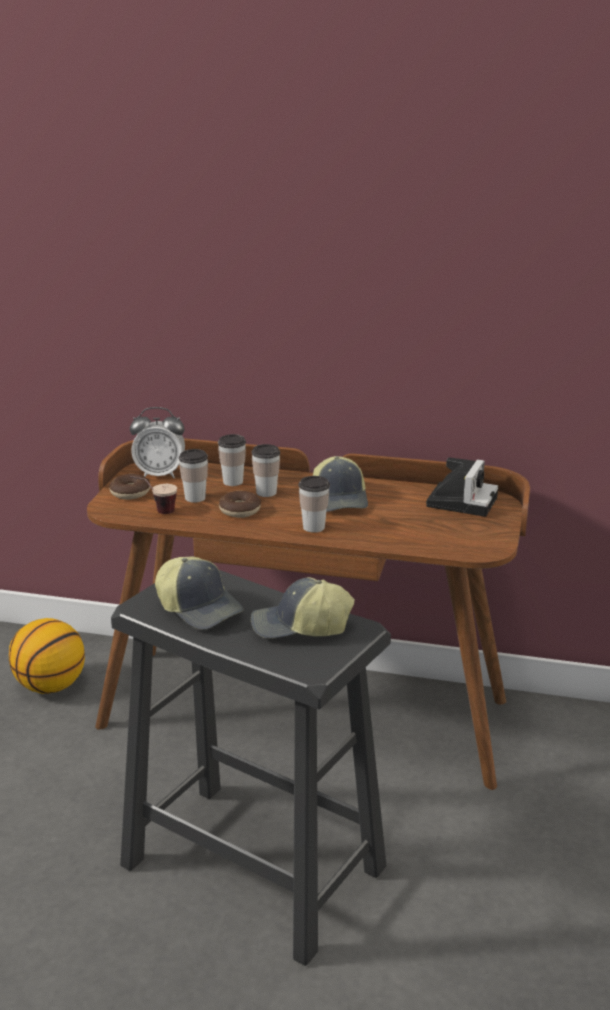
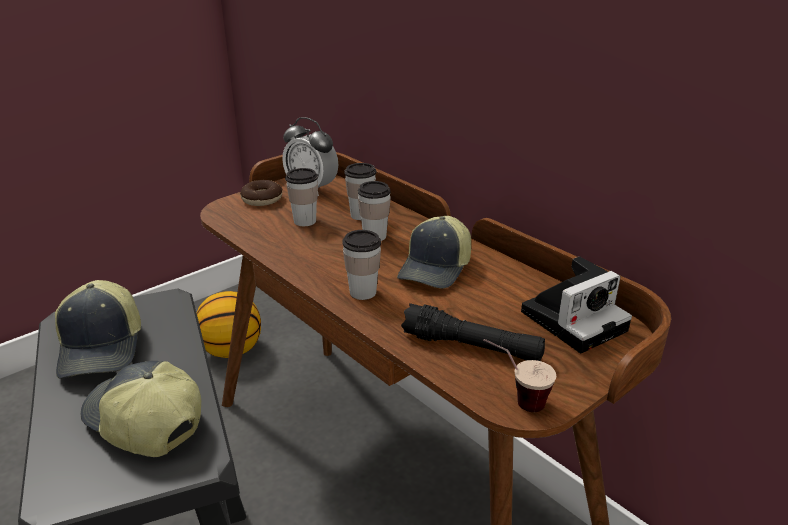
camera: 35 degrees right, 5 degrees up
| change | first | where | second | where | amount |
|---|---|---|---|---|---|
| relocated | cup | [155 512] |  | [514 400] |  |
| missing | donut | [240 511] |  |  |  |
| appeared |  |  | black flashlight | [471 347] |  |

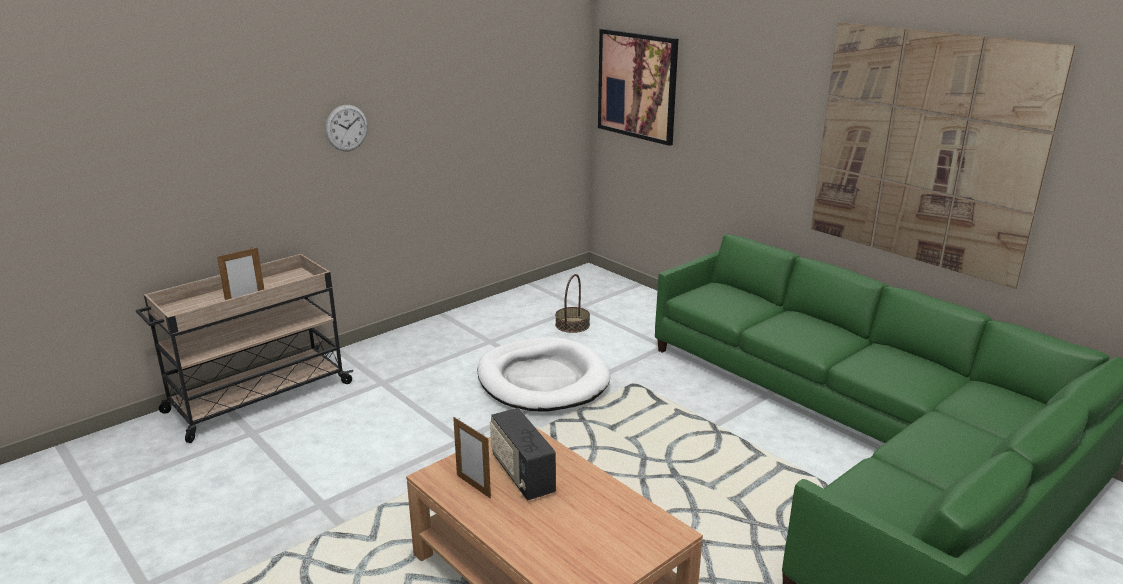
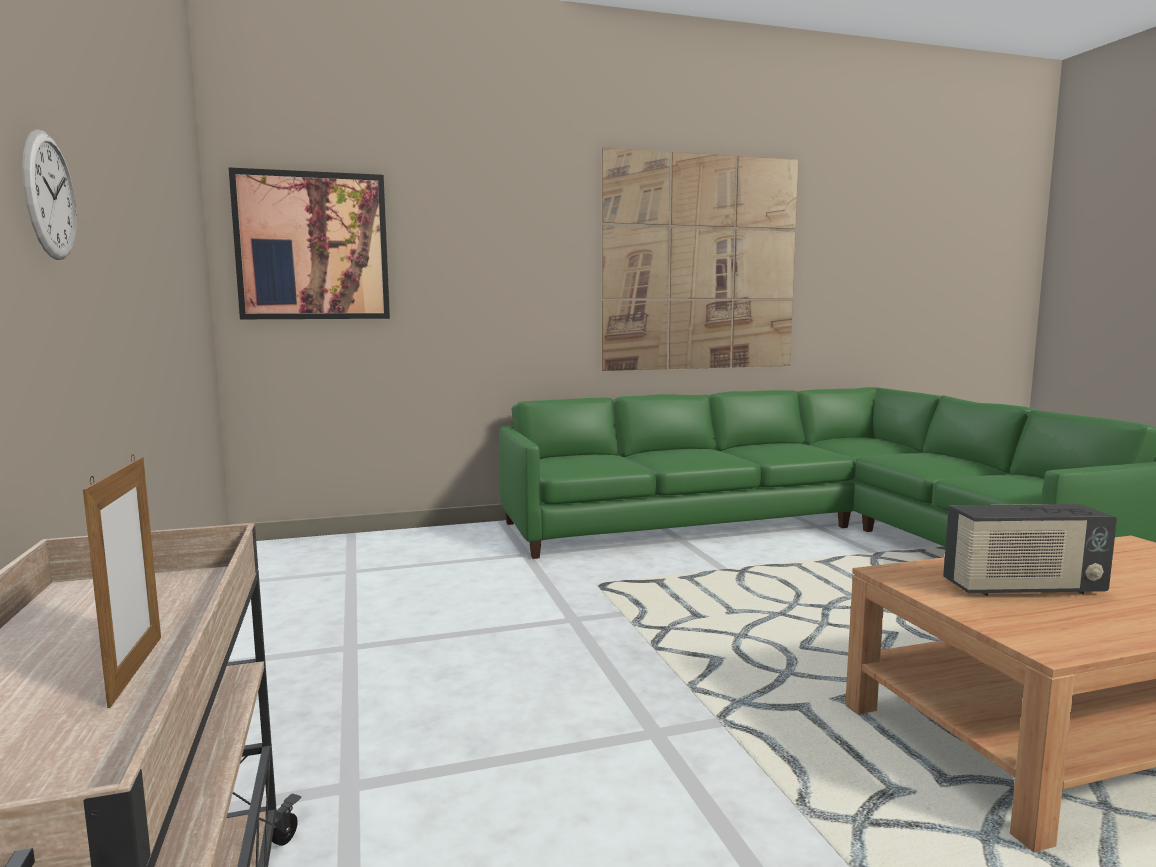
camera: 65 degrees left, 15 degrees down
| change | first | where | second | where | amount |
|---|---|---|---|---|---|
| missing | picture frame | [473 486] |  |  |  |
| missing | white dog bed | [542 380] |  |  |  |
| missing | basket | [572 325] |  |  |  |

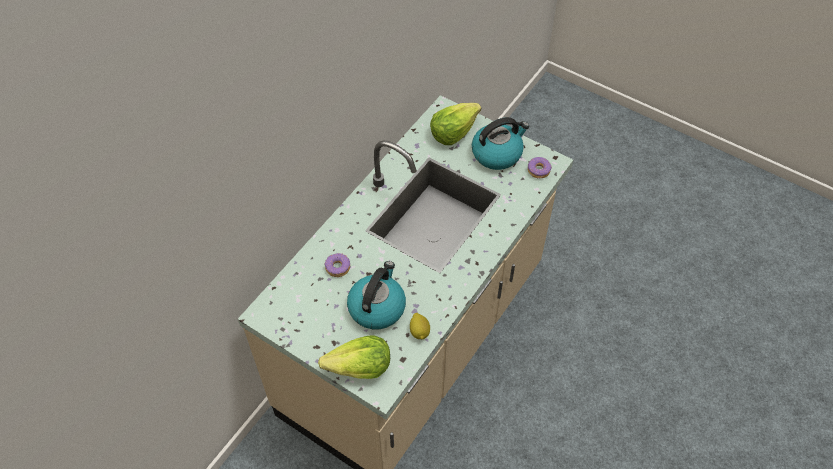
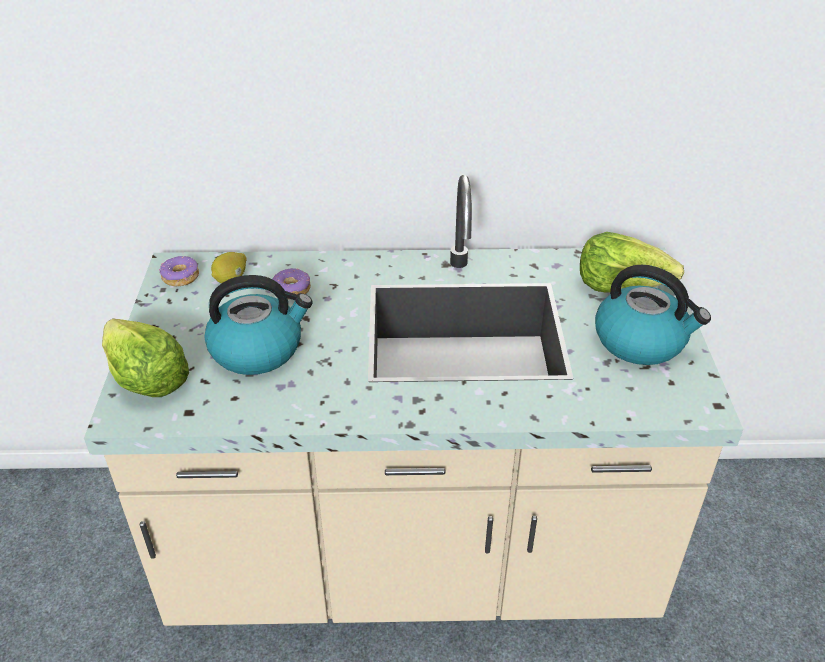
camera: 55 degrees right, 15 degrees down
| change | first | where | second | where | amount |
|---|---|---|---|---|---|
| relocated | lemon | [419 331] |  | [231 279] |  |
| relocated | donut | [539 170] |  | [180 277] |  |

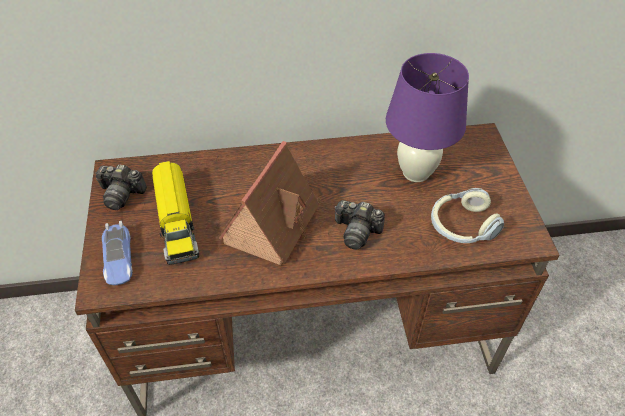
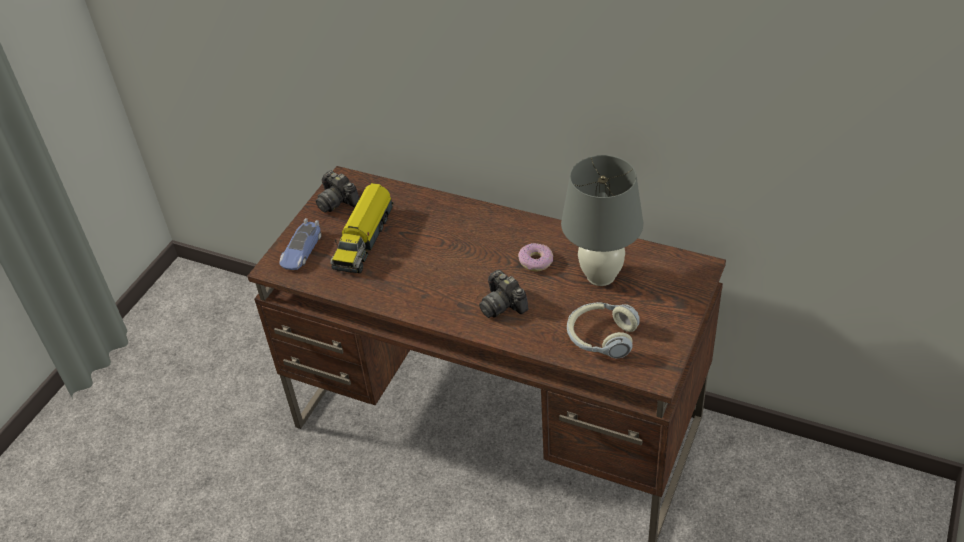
camera: 35 degrees right, 5 degrees down
| change | first | where | second | where | amount |
|---|---|---|---|---|---|
| missing | toy house | [272 222] |  |  |  |
| colour | purple table lamp | [416 172] | grey table lamp | [601 276] |  |
| appeared |  |  | donut | [536 261] |  |

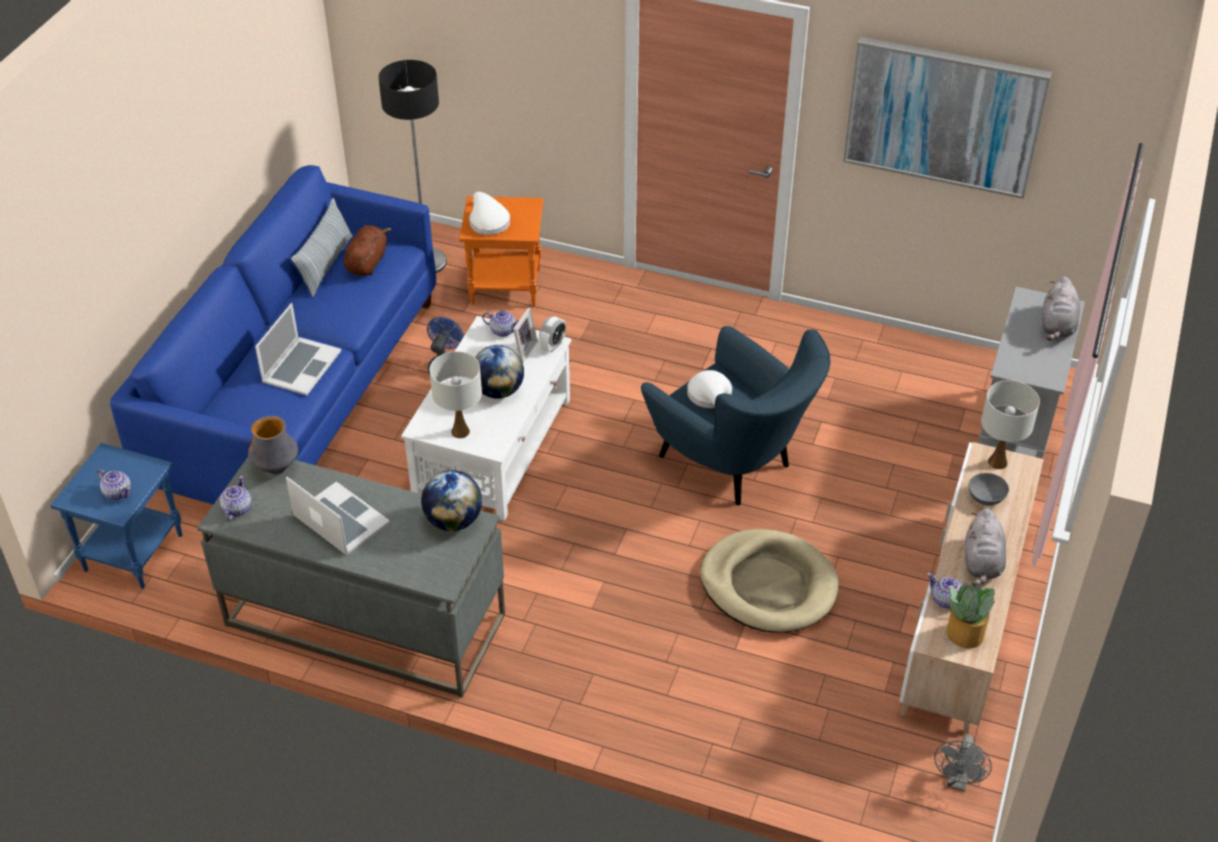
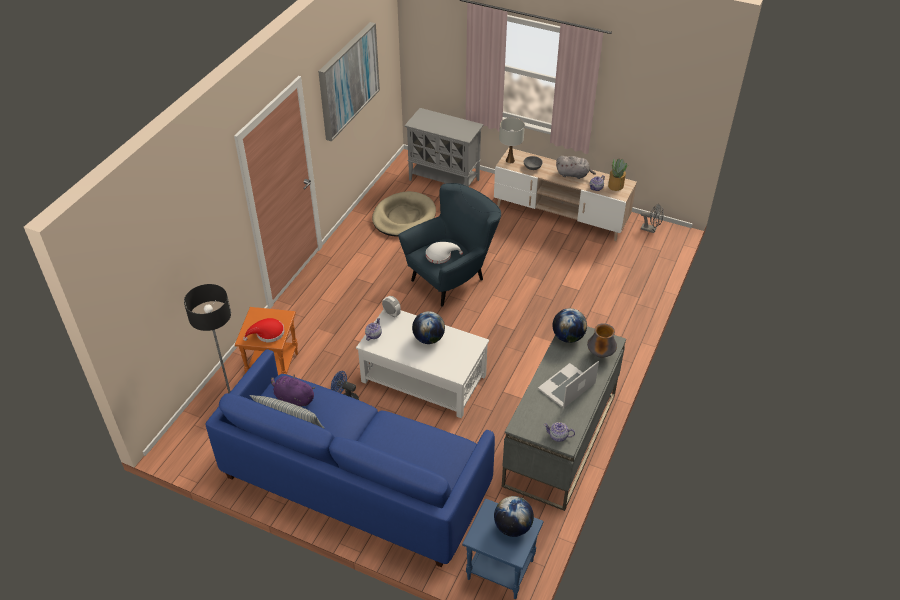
camera: 85 degrees left, 0 degrees up
| change | first | where | second | where | amount |
|---|---|---|---|---|---|
| exchanged | teapot | [117 492] | globe | [512 527] |  |
| relocated | vase | [276 468] |  | [600 354] |  |
| missing | laptop | [301 366] |  |  |  |
| colour | brown plush toy | [367 262] | purple plush toy | [293 398] |  |
| missing | white table lamp | [460 432] |  |  |  |
| colour | white hat | [488 221] | red hat | [267 334] |  |
| missing | picture frame | [523 350] |  |  |  |
| relocated | beige dog bed | [768 585] |  | [404 217] |  |
| missing | grey plush toy | [1057 326] |  |  |  |

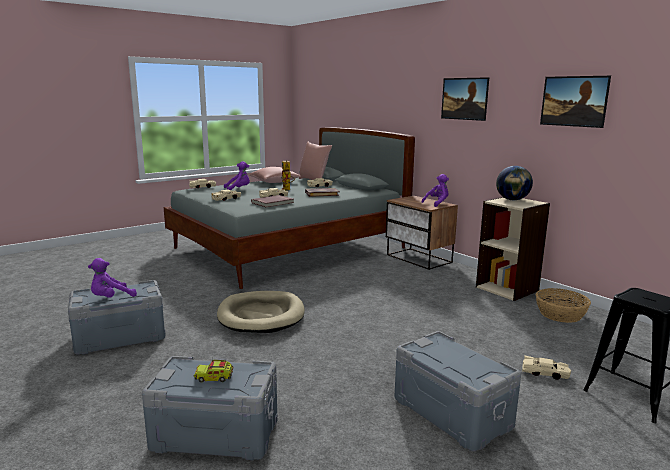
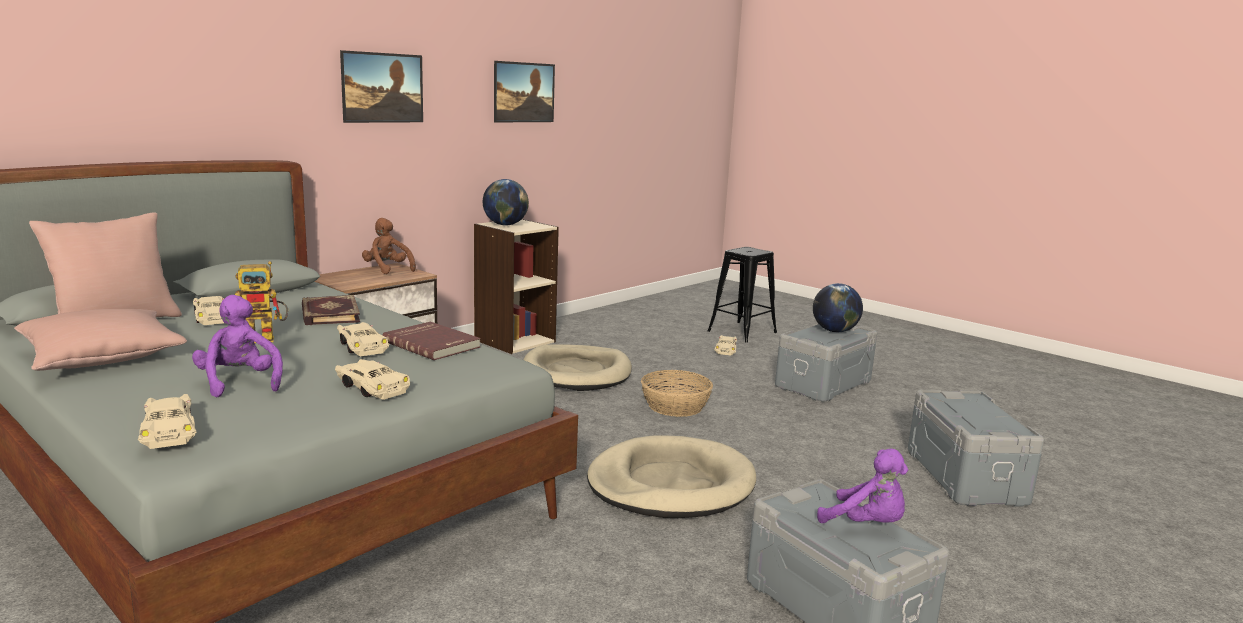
camera: 100 degrees left, 0 degrees up
| change | first | where | second | where | amount |
|---|---|---|---|---|---|
| missing | toy truck | [214 377] |  |  |  |
| colour | purple plush toy | [437 203] | brown plush toy | [387 269] |  |
| relocated | basket | [560 314] |  | [675 406] |  |
| appeared |  |  | beige dog bed | [576 373] |  |
| appeared |  |  | globe | [834 331] |  |

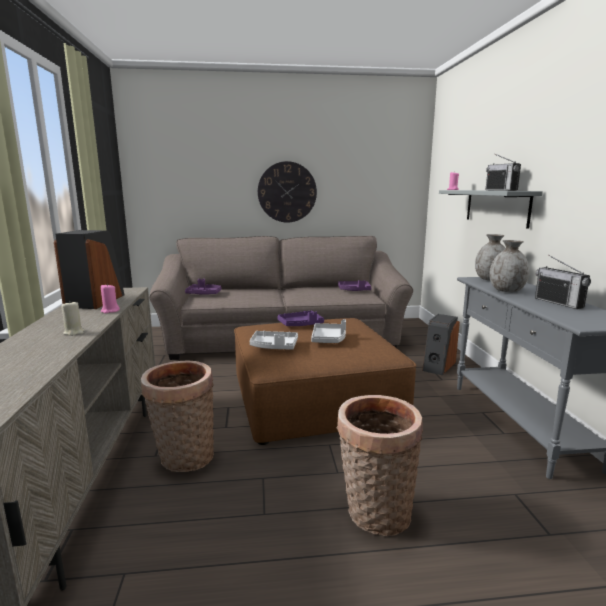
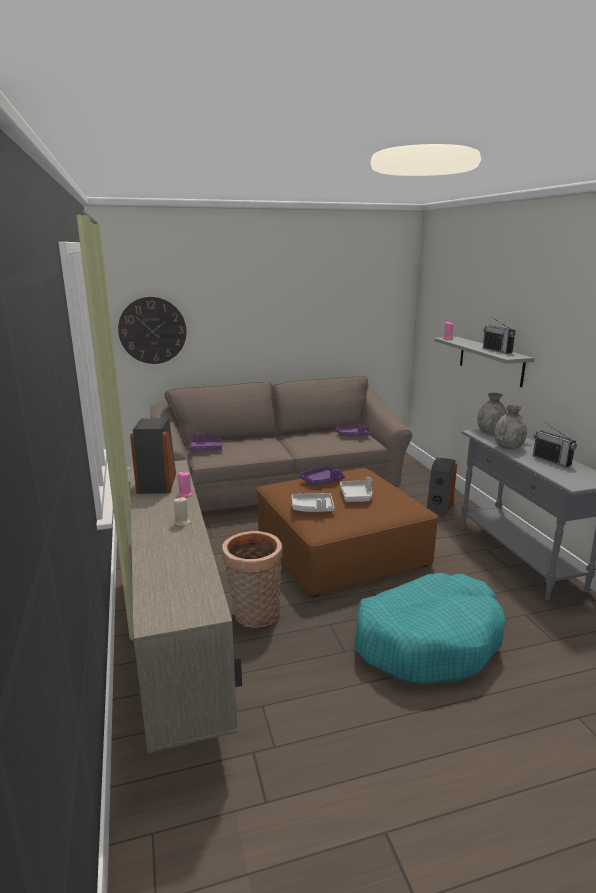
camera: 10 degrees left, 5 degrees up
| change | first | where | second | where | amount |
|---|---|---|---|---|---|
| relocated | wall clock | [287 192] |  | [152 330] |  |
| exchanged | basket | [374 513] | turquoise dog bed | [427 640] |  |

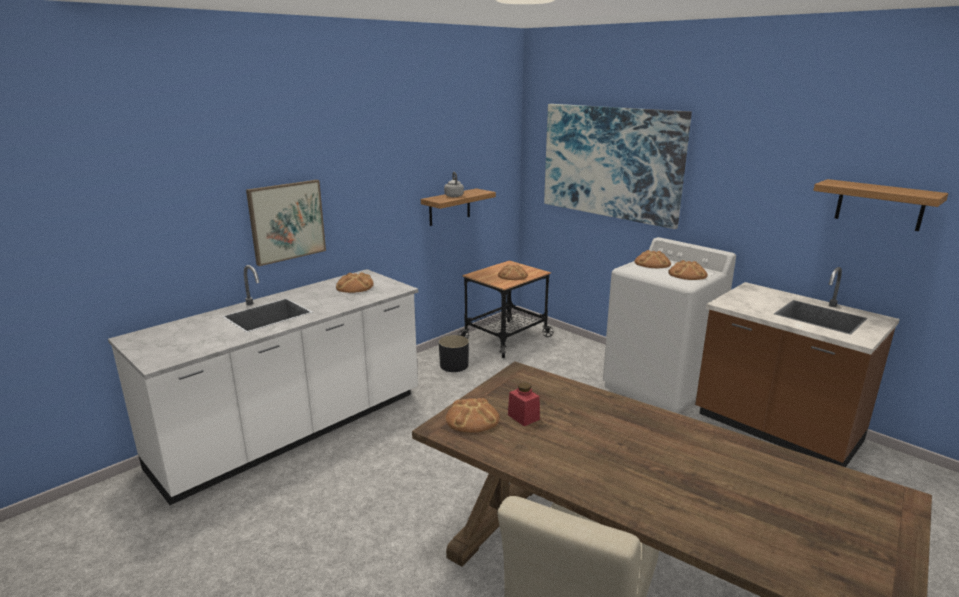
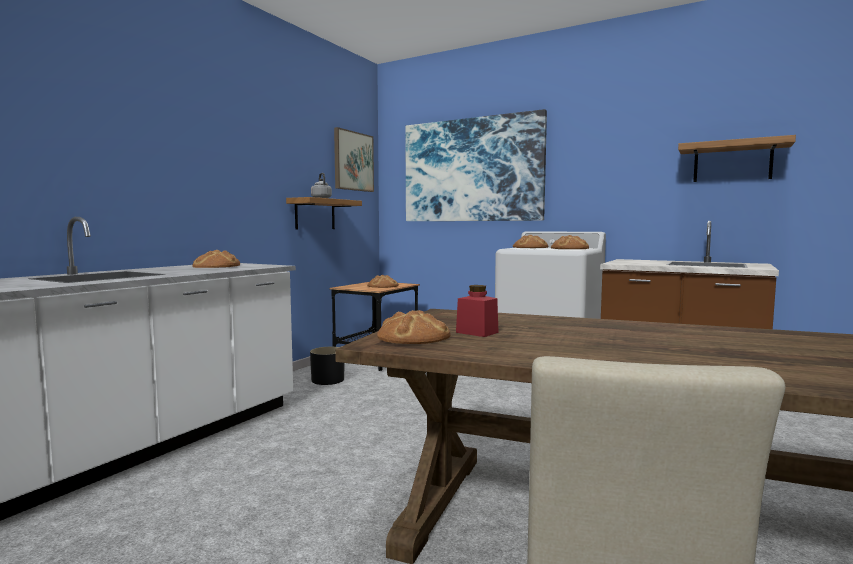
camera: 15 degrees left, 15 degrees down
| change | first | where | second | where | amount |
|---|---|---|---|---|---|
| relocated | picture | [287 221] |  | [353 161] |  |

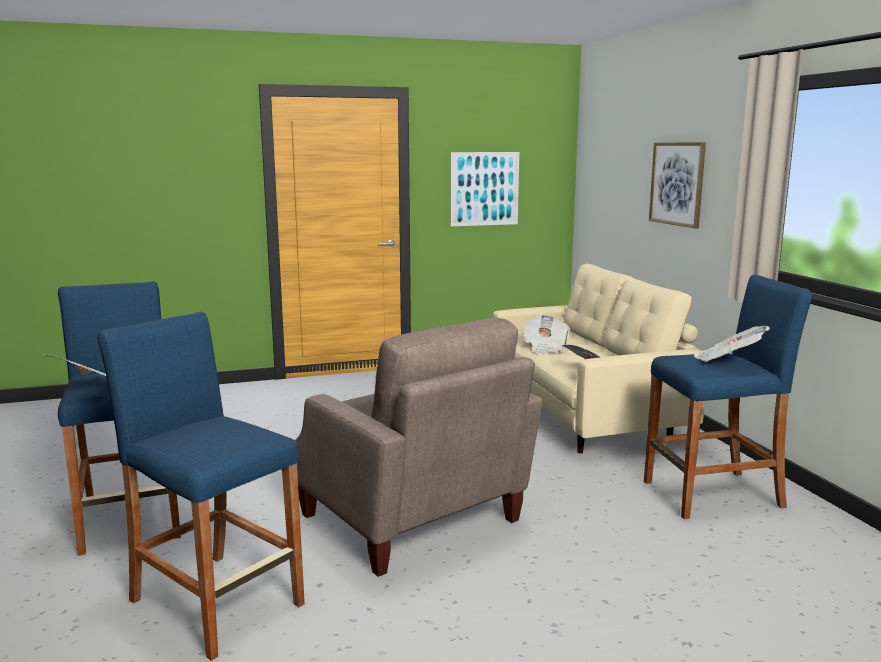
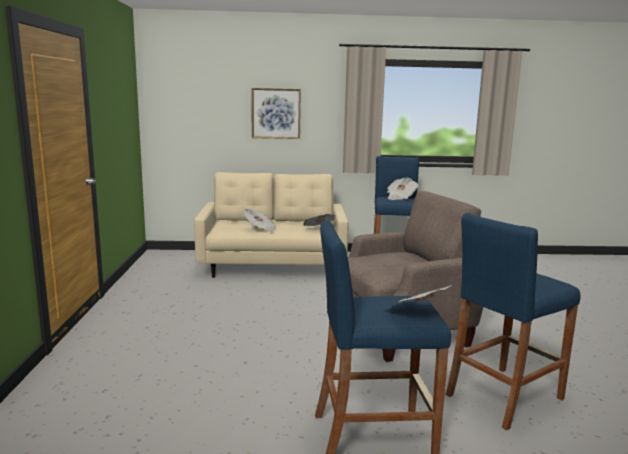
camera: 75 degrees left, 0 degrees up
| change | first | where | second | where | amount |
|---|---|---|---|---|---|
| missing | picture | [484 189] |  |  |  |

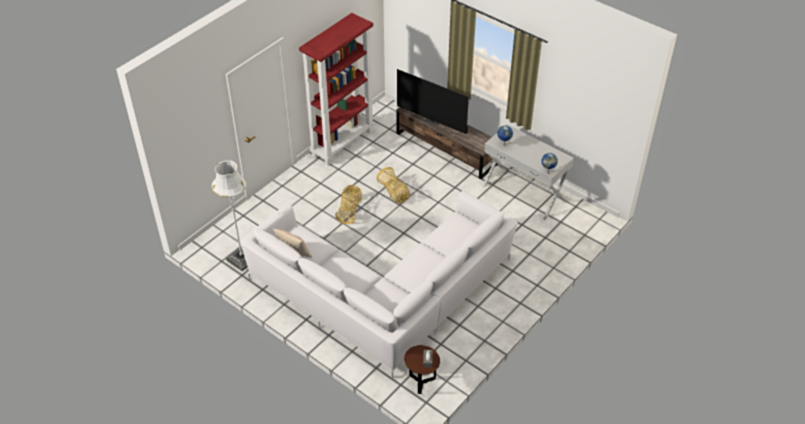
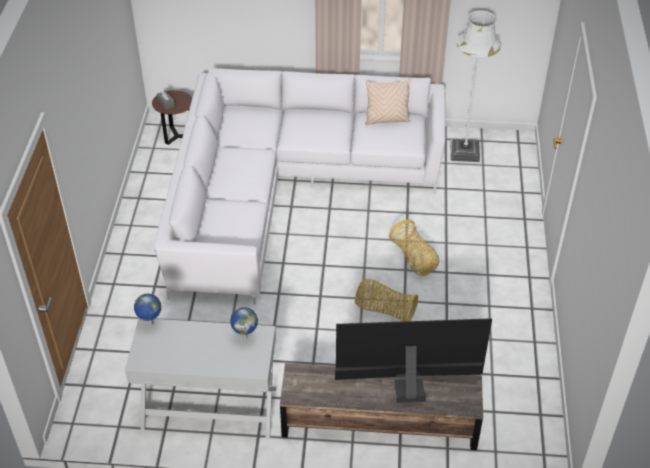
camera: 145 degrees right, 0 degrees up
| change | first | where | second | where | amount |
|---|---|---|---|---|---|
| missing | red bookcase | [342 142] |  |  |  |

